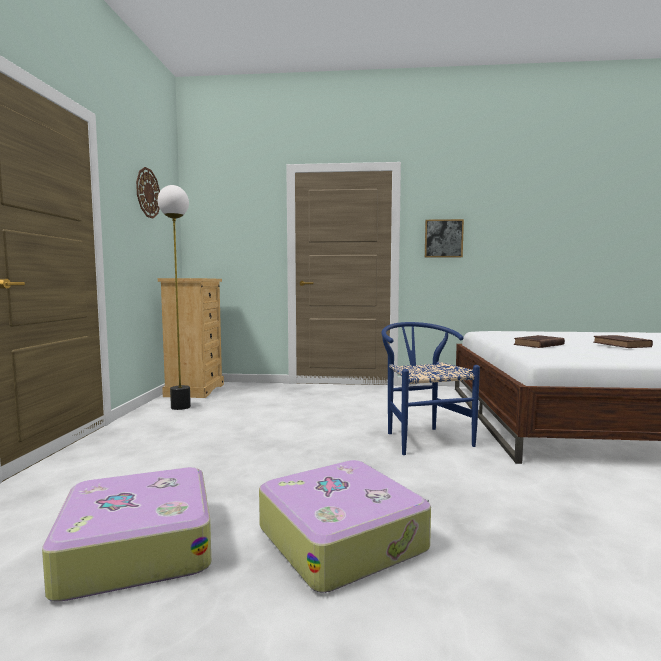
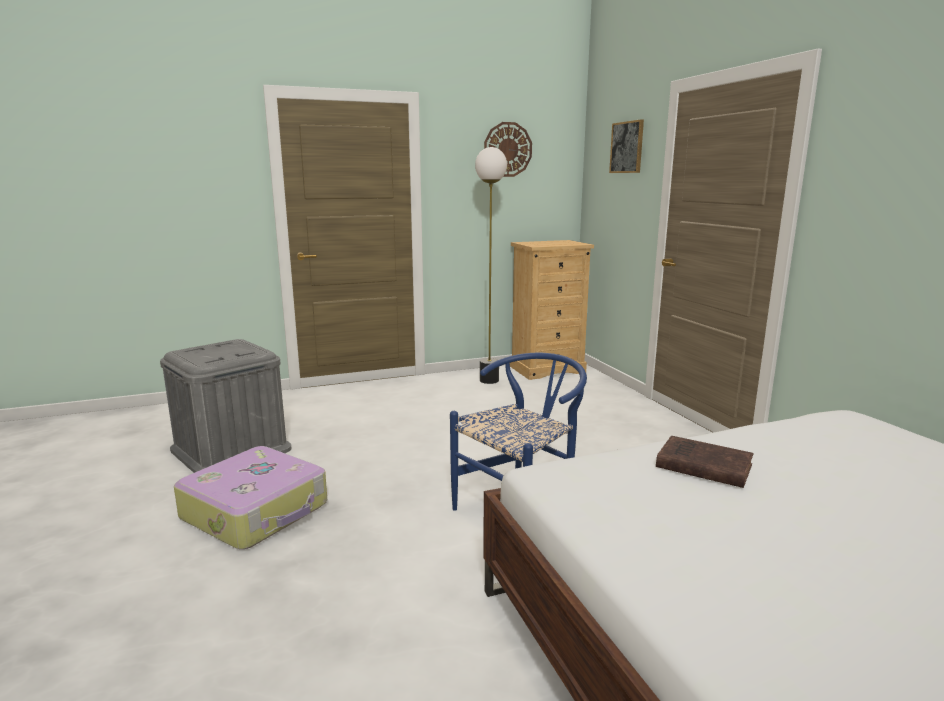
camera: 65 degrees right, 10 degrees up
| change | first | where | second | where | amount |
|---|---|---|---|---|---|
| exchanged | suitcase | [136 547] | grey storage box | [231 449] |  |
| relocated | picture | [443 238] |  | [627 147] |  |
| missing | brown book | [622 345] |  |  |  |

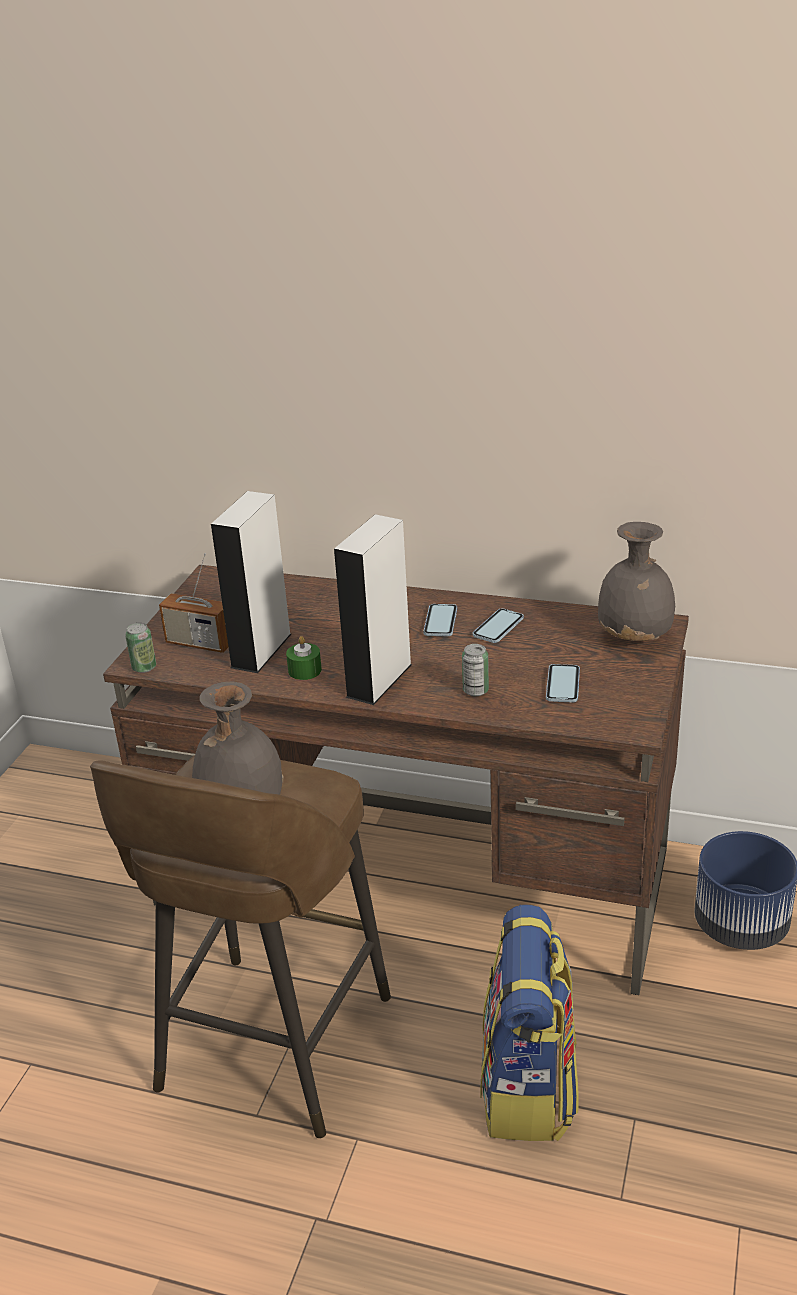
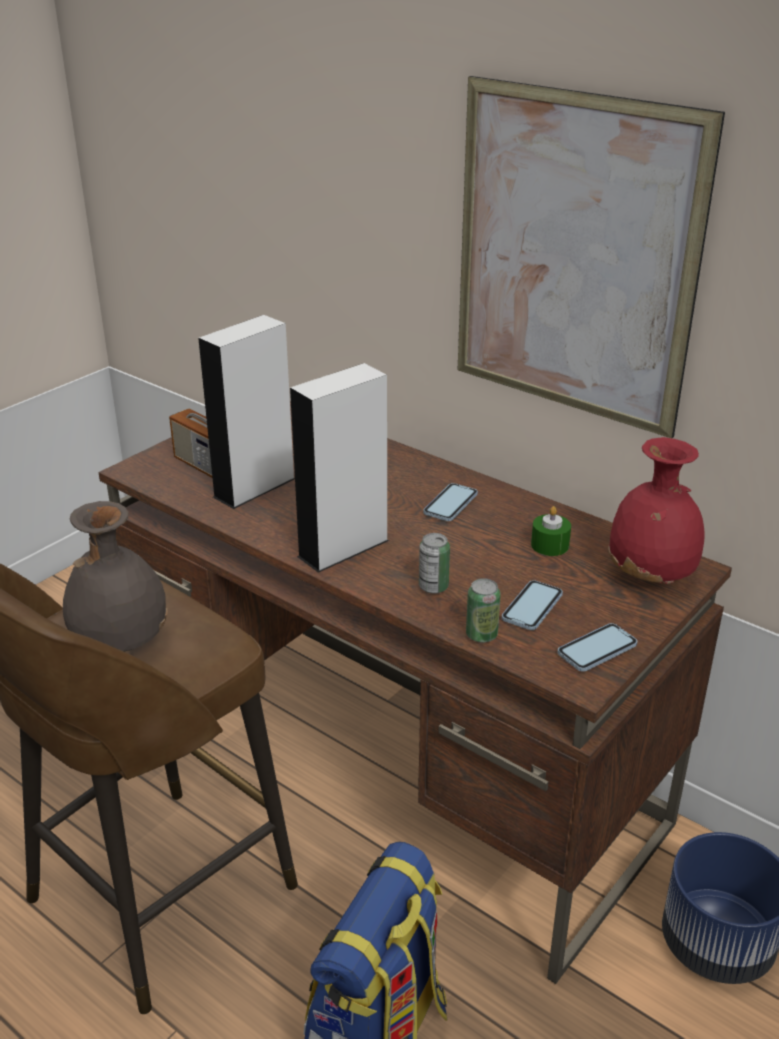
camera: 20 degrees right, 0 degrees up
| change | first | where | second | where | amount |
|---|---|---|---|---|---|
| relocated | can | [144 667] |  | [481 635] |  |
| relocated | green candle | [305 670] |  | [550 545] |  |
| relocated | phone | [498 627] |  | [597 649] |  |
| colour | grey vase | [636 638] | red vase | [652 577] |  |
| appeared |  |  | picture | [573 258] |  |

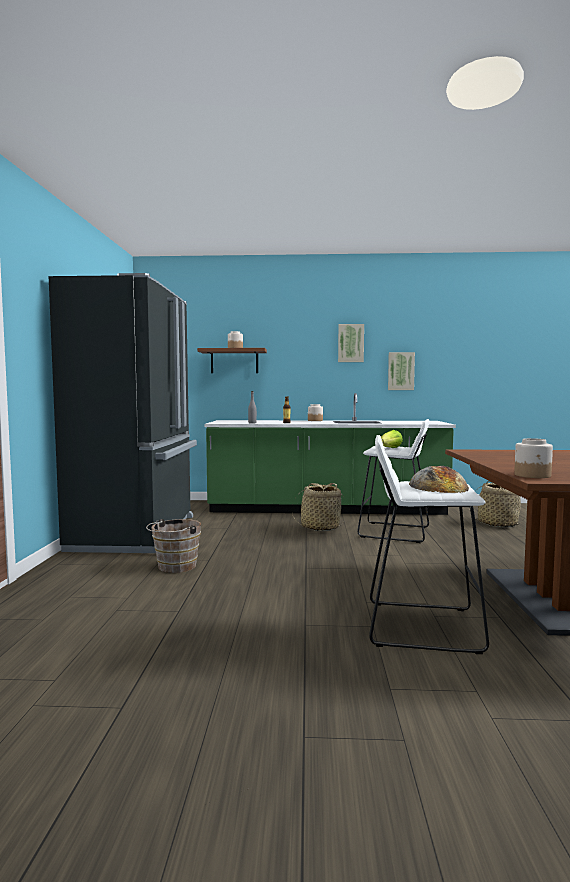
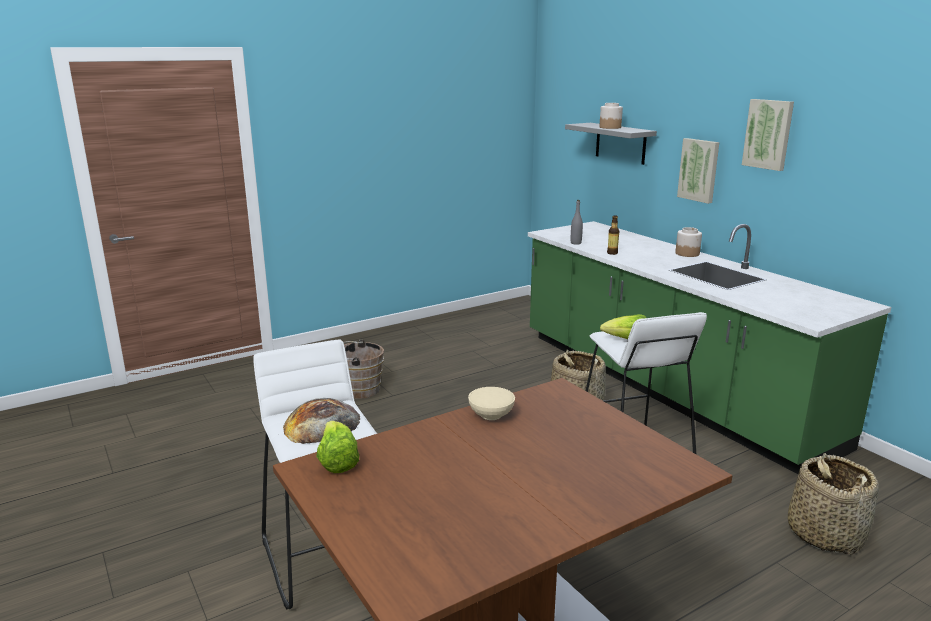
camera: 55 degrees right, 15 degrees up
| change | first | where | second | where | amount |
|---|---|---|---|---|---|
| missing | black fridge | [138 533] |  |  |  |
| colour | brown shelf | [234 361] | grey shelf | [620 143] |  |
| relocated | picture | [401 371] |  | [699 170] |  |
| exchanged | jar | [533 475] | lettuce | [337 462] |  |
| appeared |  |  | beige bowl | [490 414] |  |

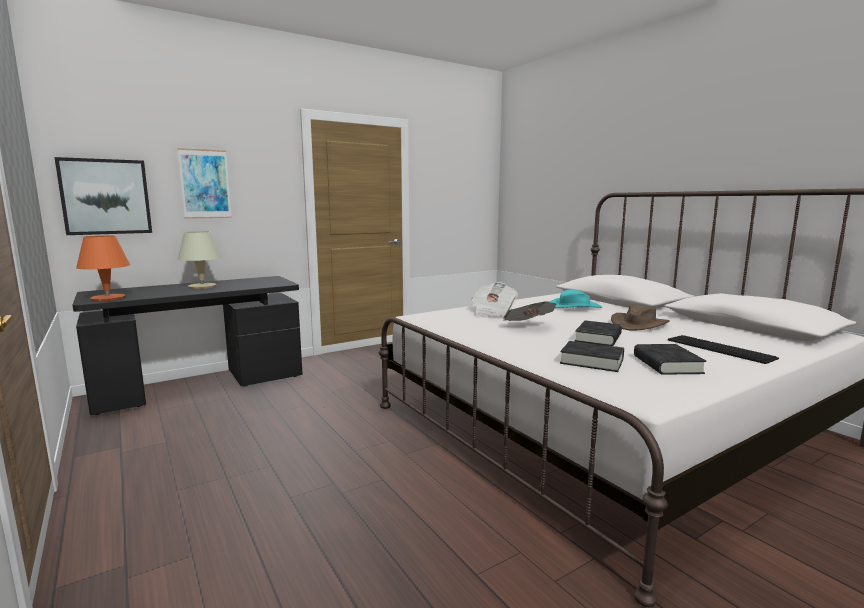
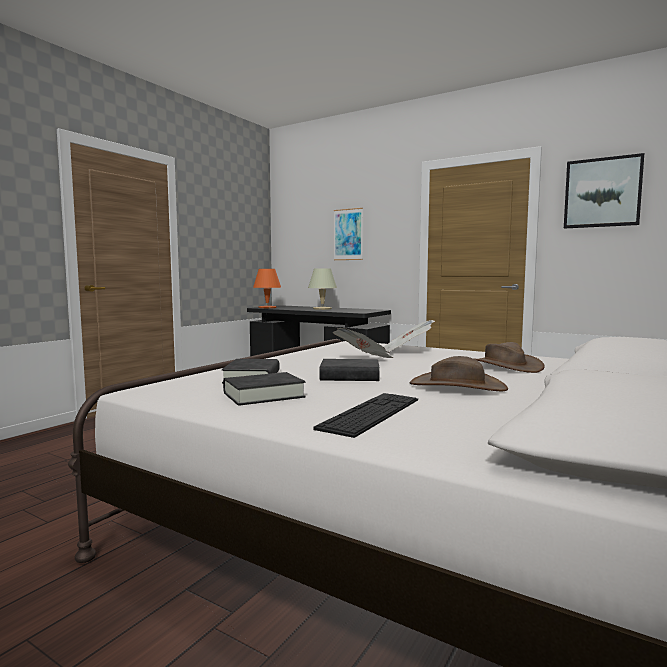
camera: 65 degrees right, 5 degrees down
| change | first | where | second | where | amount |
|---|---|---|---|---|---|
| relocated | picture | [106 197] |  | [602 192] |  |
| colour | turquoise hat | [574 307] | brown hat | [504 366] |  |

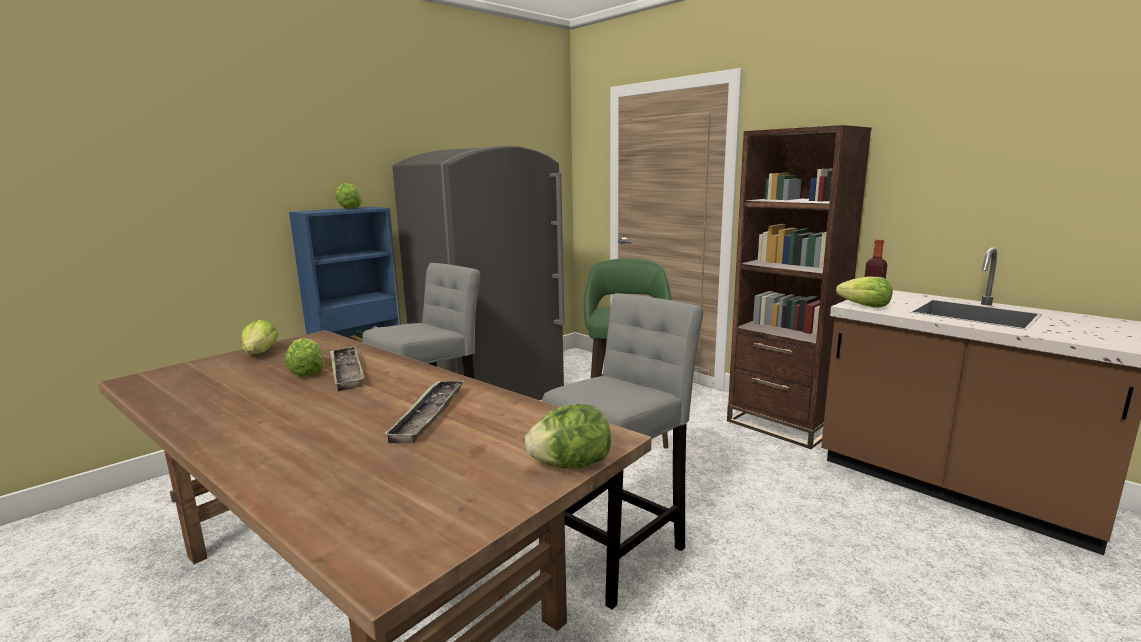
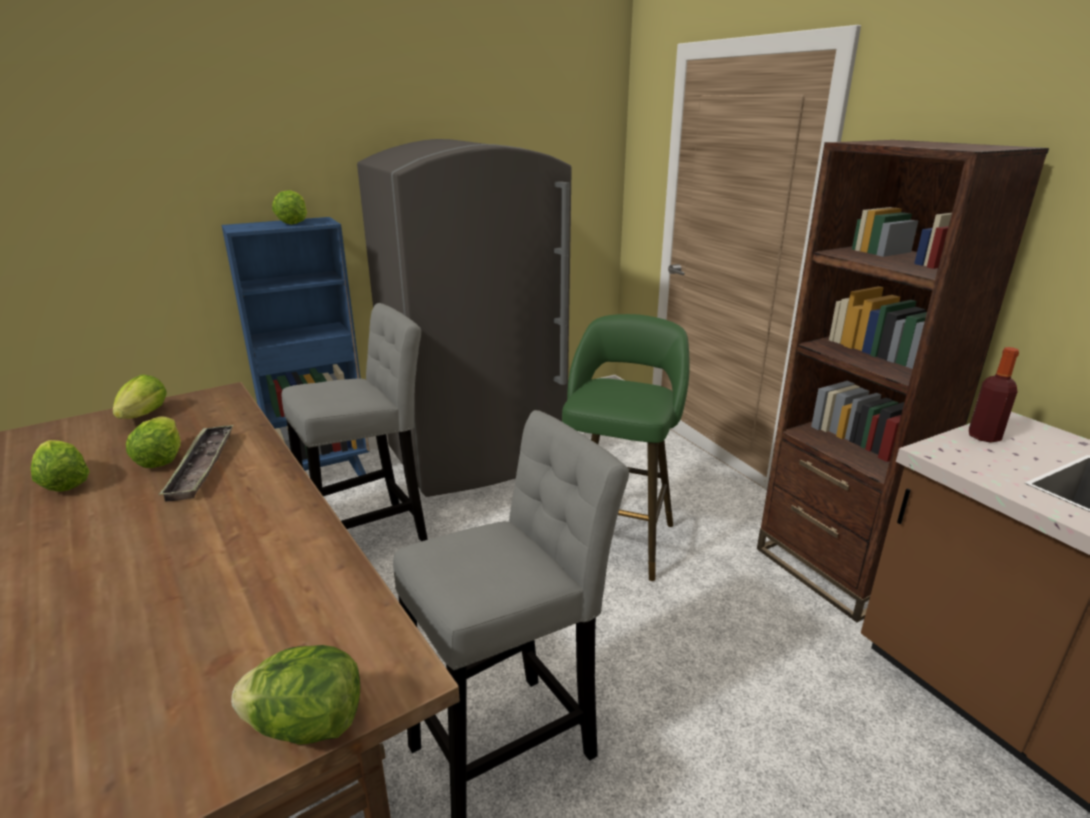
camera: 15 degrees right, 10 degrees up
| change | first | where | second | where | amount |
|---|---|---|---|---|---|
| missing | tray | [428 415] |  |  |  |
| relocated | lettuce | [865 306] |  | [64 483] |  |

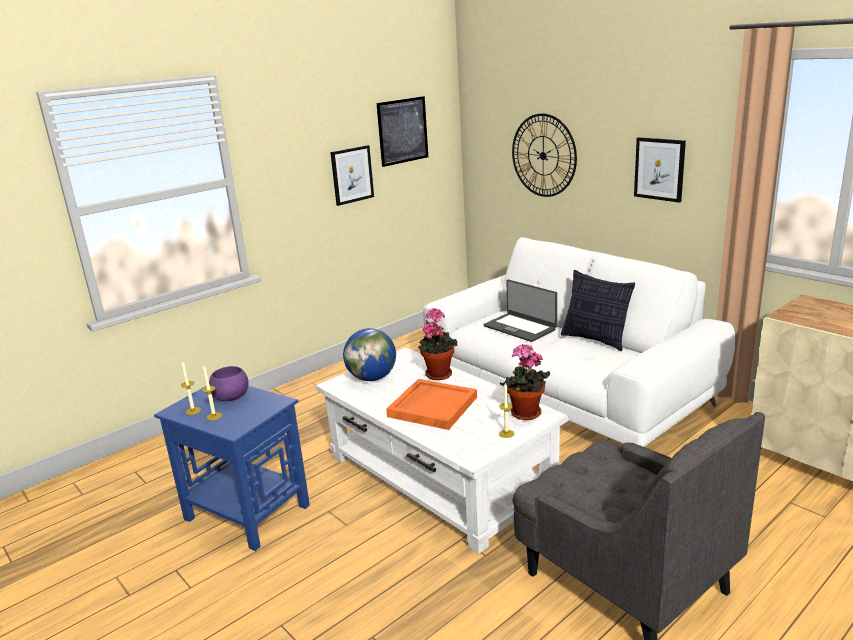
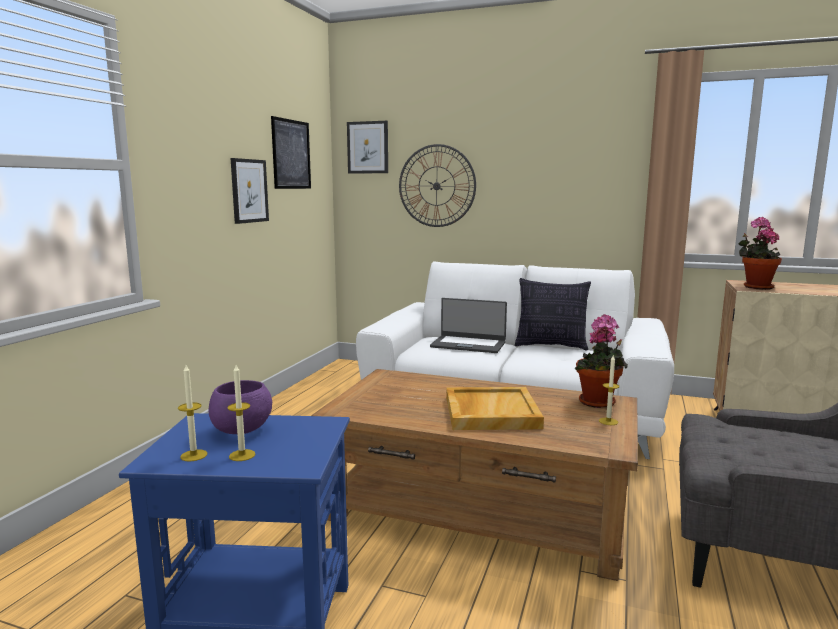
camera: 30 degrees left, 10 degrees down
| change | first | where | second | where | amount |
|---|---|---|---|---|---|
| colour | white coffee table | [440 476] | brown coffee table | [479 510] |  |
| missing | globe | [372 378] |  |  |  |
| colour | orange tray | [432 406] | beige tray | [490 412] |  |
| relocated | potted plant | [438 373] |  | [755 287] |  |
| relocated | picture | [659 169] |  | [368 147] |  |

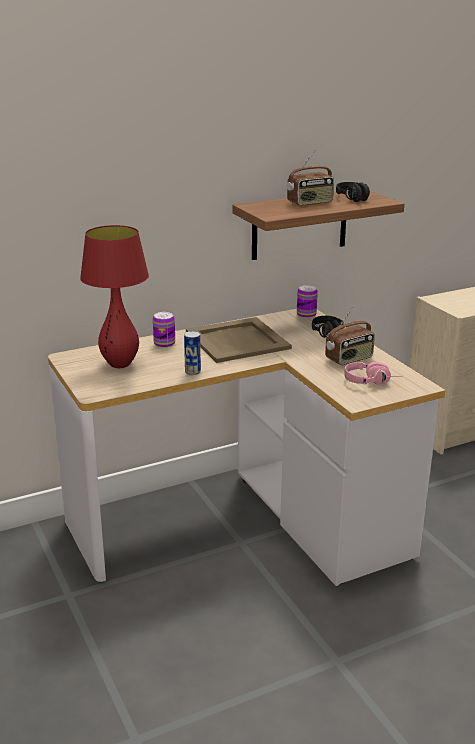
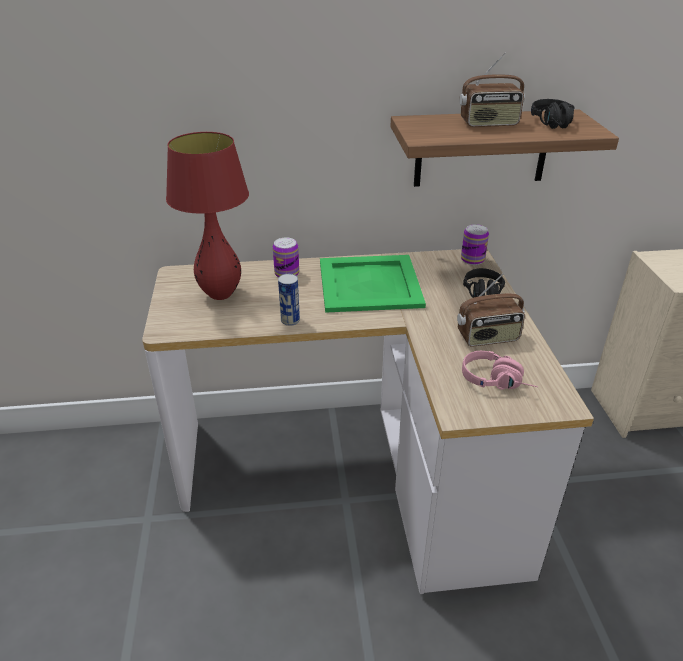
camera: 20 degrees right, 10 degrees up
| change | first | where | second | where | amount |
|---|---|---|---|---|---|
| colour | beige tray | [238 340] | green tray | [370 284] |  |

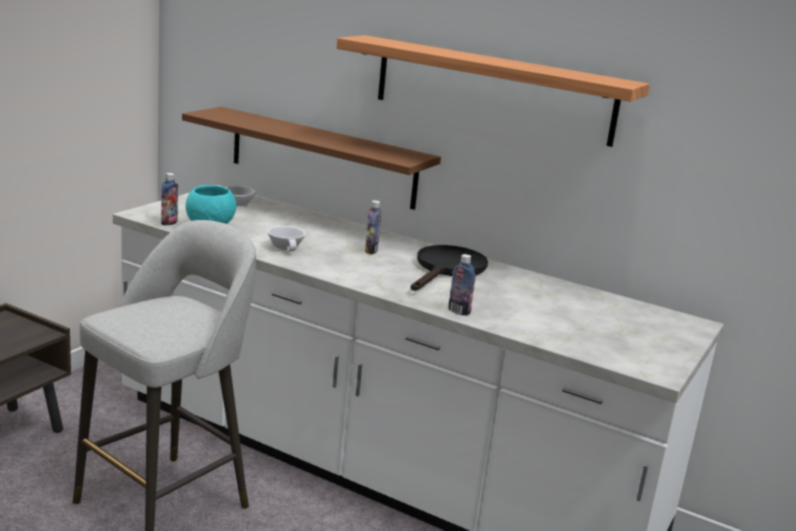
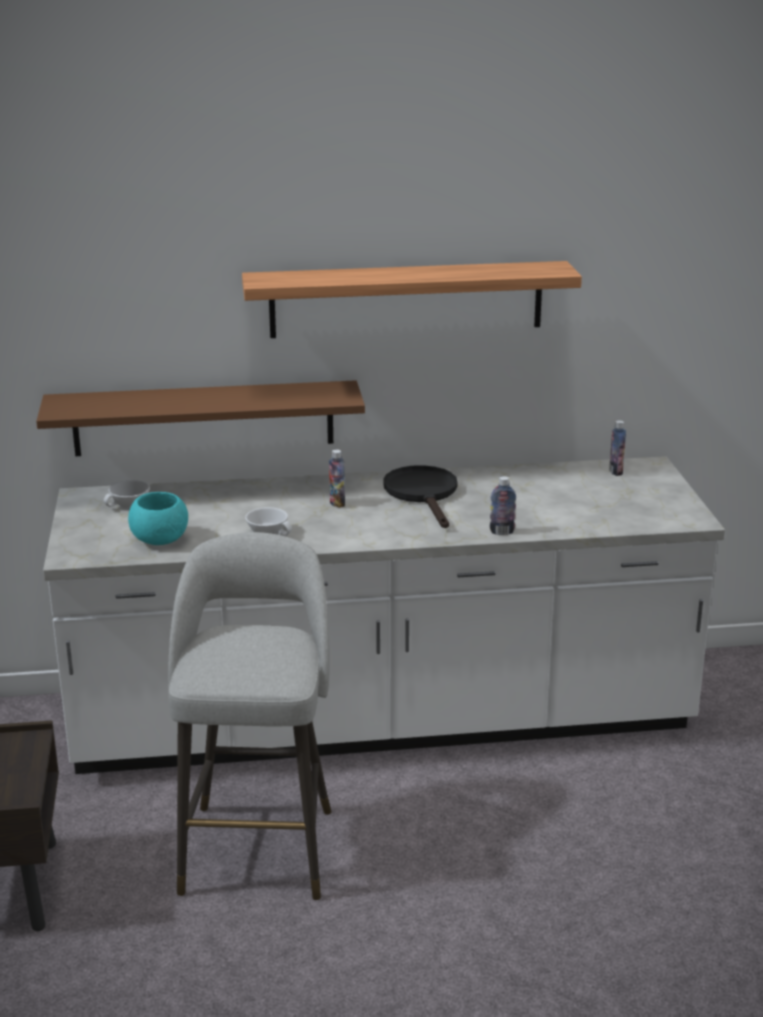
camera: 35 degrees left, 5 degrees up
| change | first | where | second | where | amount |
|---|---|---|---|---|---|
| relocated | bottle | [169 223] |  | [616 472] |  |

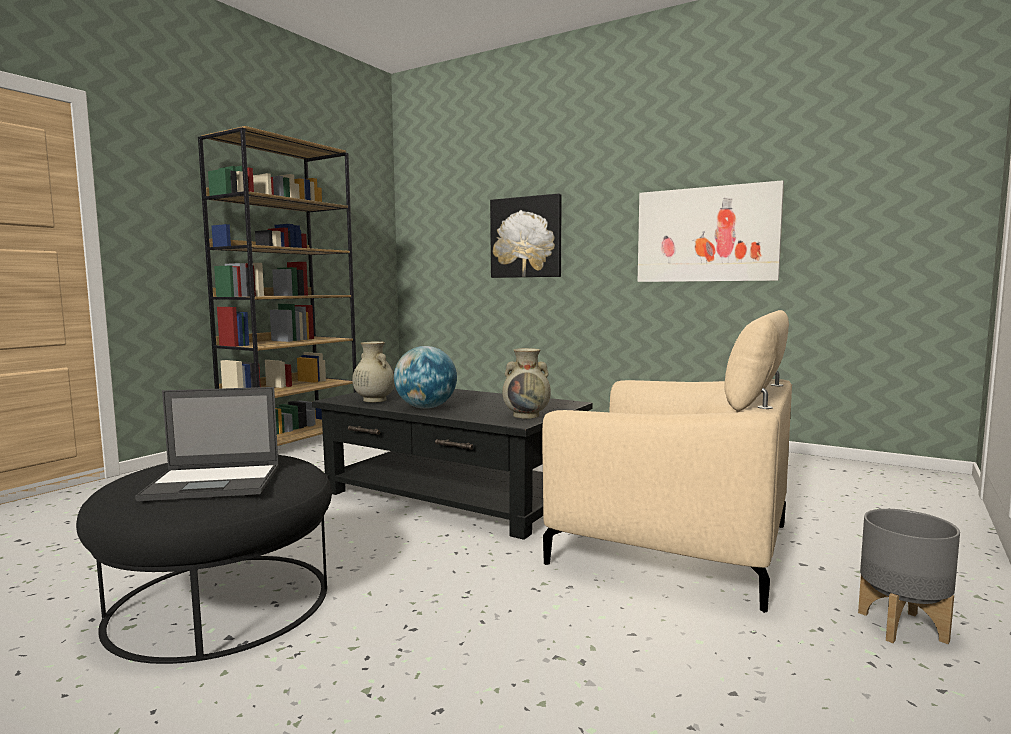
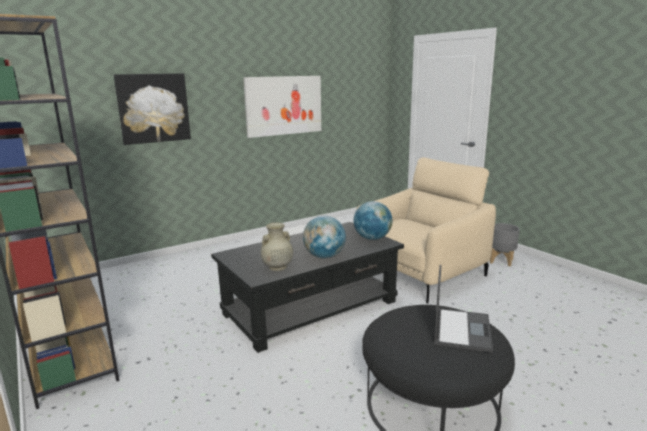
camera: 65 degrees left, 10 degrees up
| change | first | where | second | where | amount |
|---|---|---|---|---|---|
| exchanged | beige vase | [527 415] | globe | [372 238] |  |

